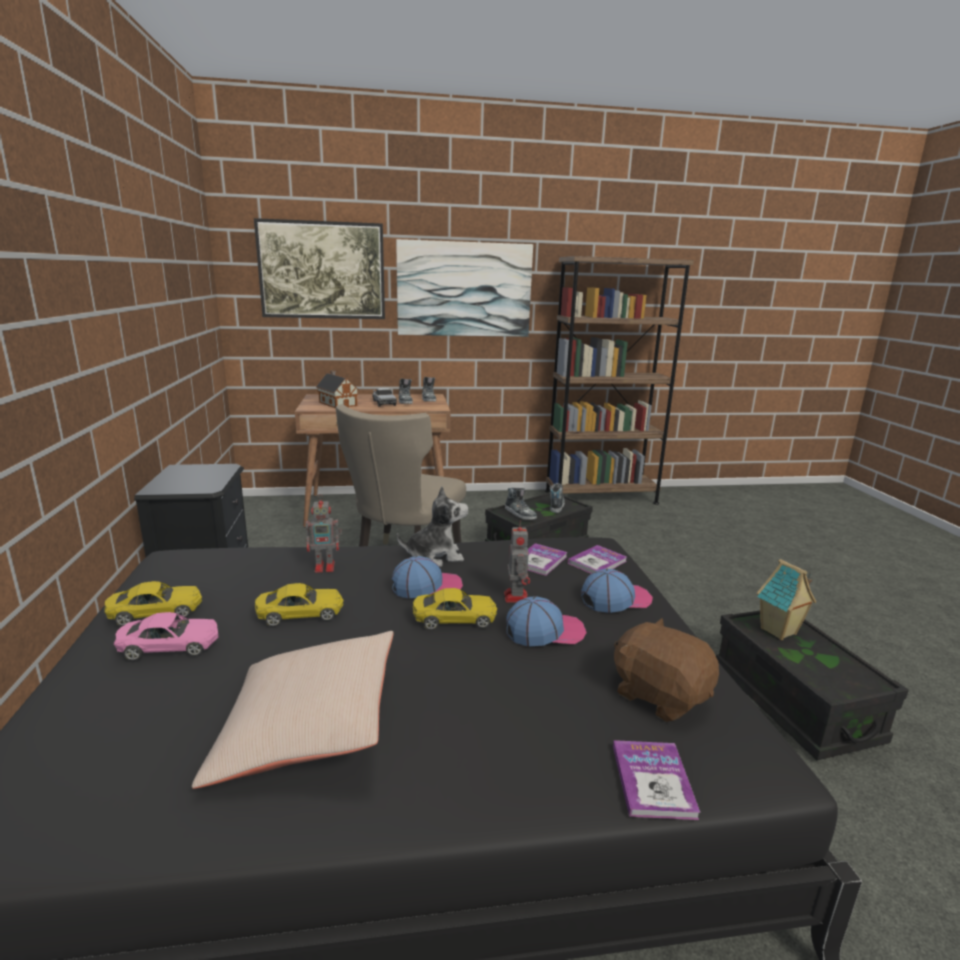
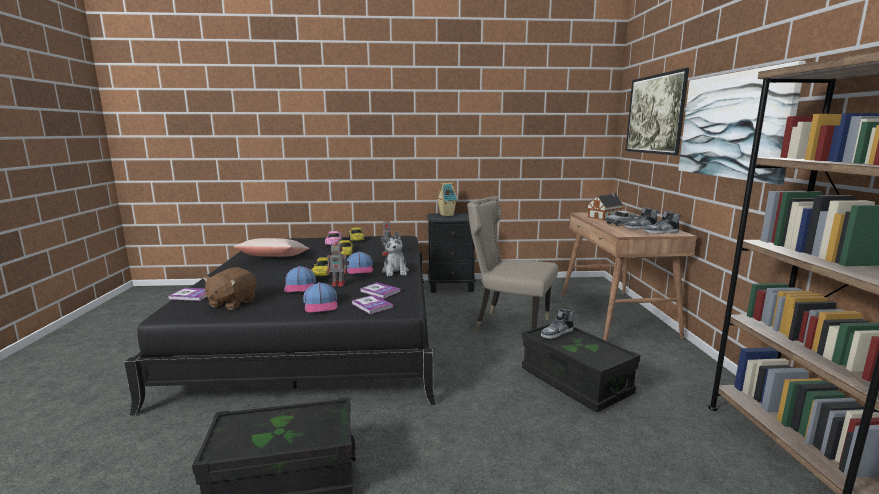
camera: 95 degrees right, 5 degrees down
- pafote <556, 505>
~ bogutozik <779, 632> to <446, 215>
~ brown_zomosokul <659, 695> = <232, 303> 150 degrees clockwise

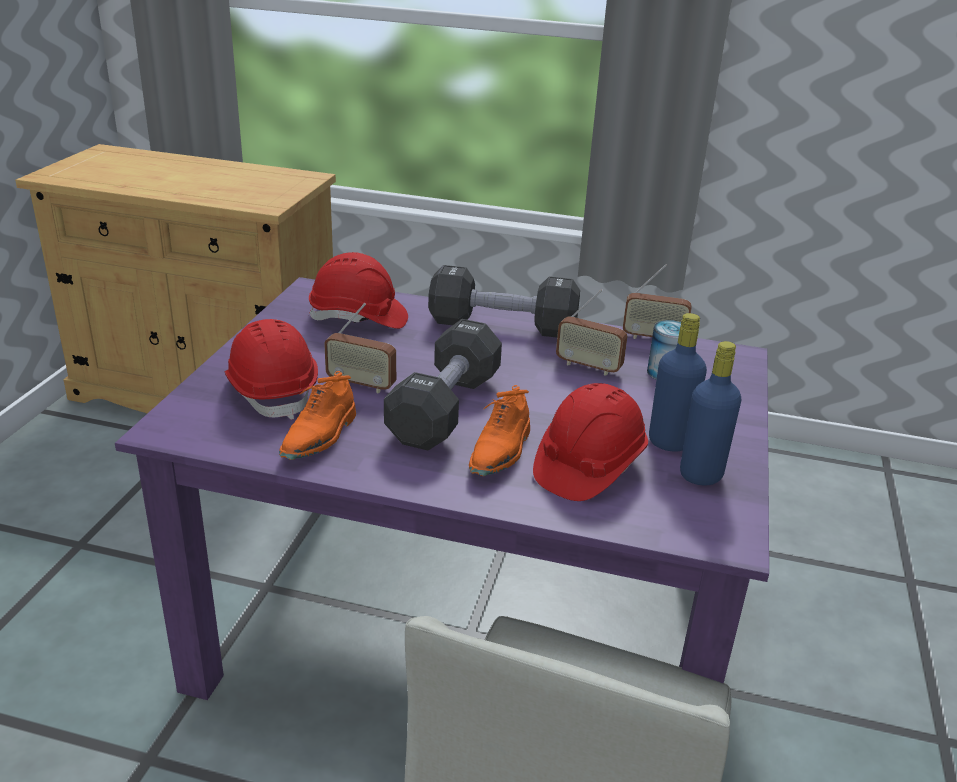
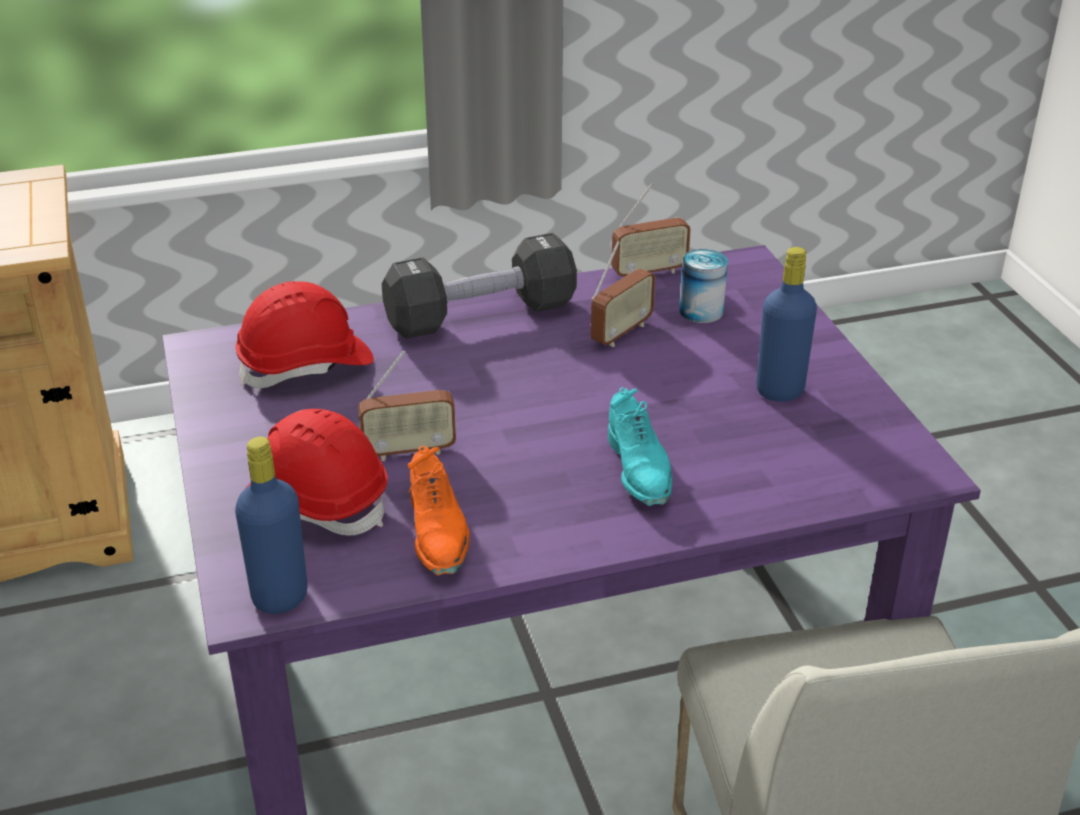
camera: 30 degrees left, 5 degrees up
~ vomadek <588, 366> = <621, 333> 45 degrees counterclockwise
- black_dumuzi <445, 408>
~ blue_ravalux <701, 475> to <280, 597>
- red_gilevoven <588, 466>
~ orange_pafote <500, 452> to turquoise_pafote <639, 470>

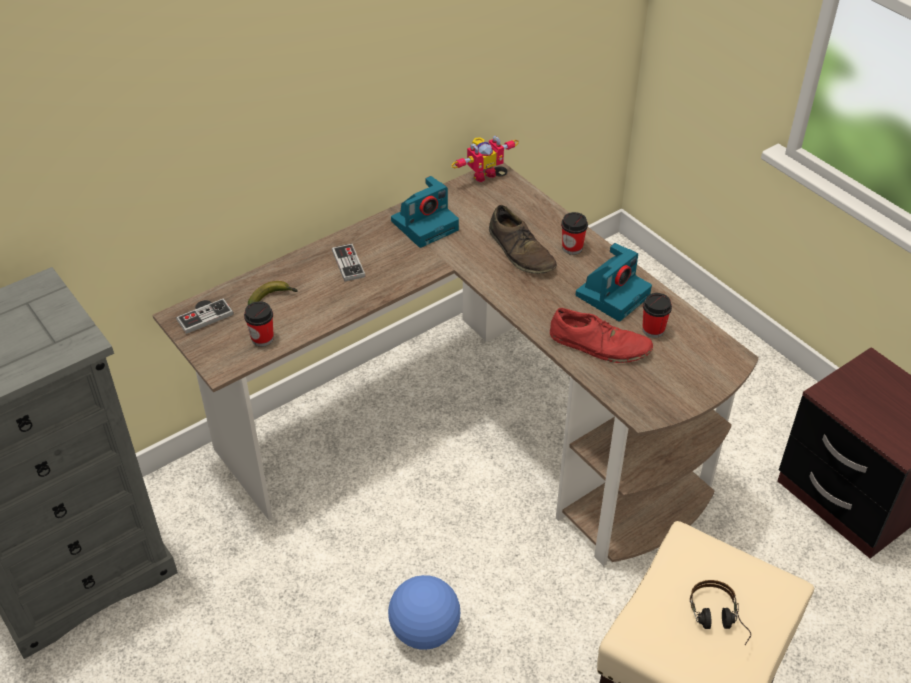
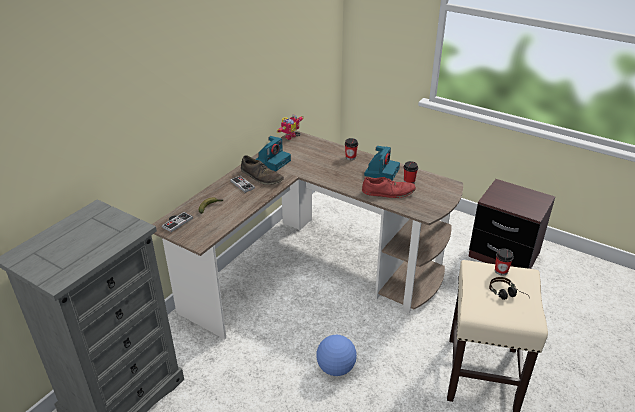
camera: 20 degrees left, 10 degrees down
~ brown_pafote <521, 252> to <261, 177>
~ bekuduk <262, 339> to <501, 271>

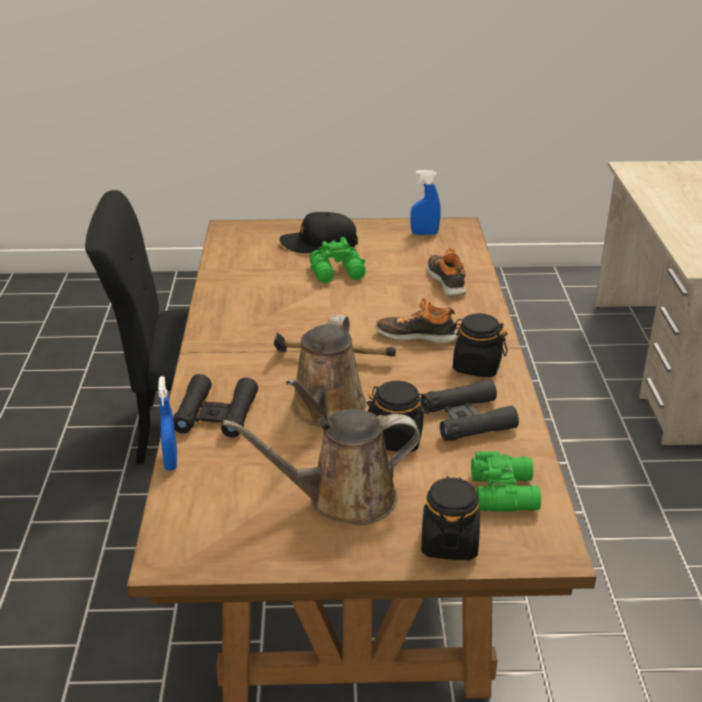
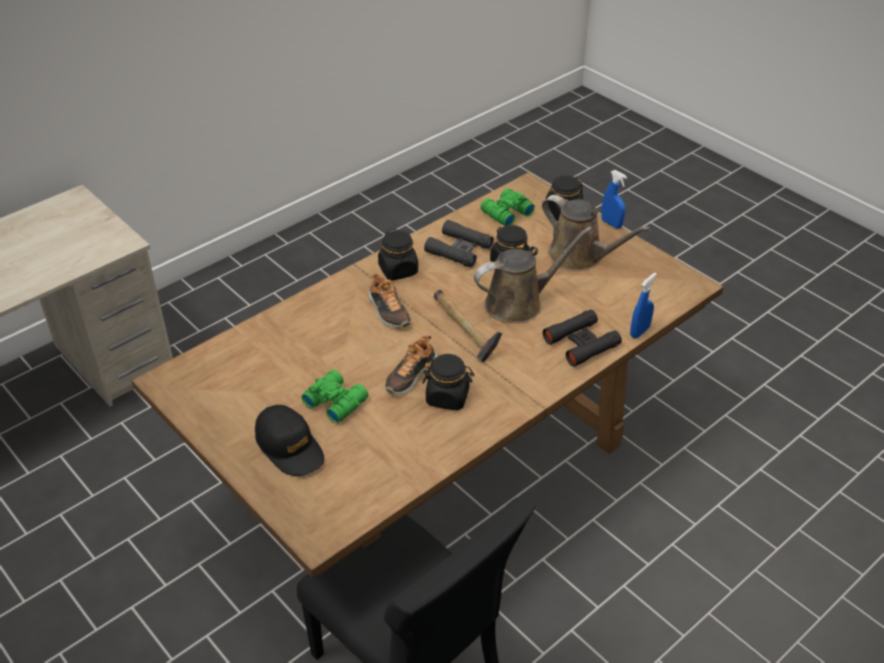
camera: 130 degrees left, 10 degrees up
~ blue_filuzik <424, 233> to <611, 224>
~ pafote <447, 281> to <410, 375>
+ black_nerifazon <448, 397>

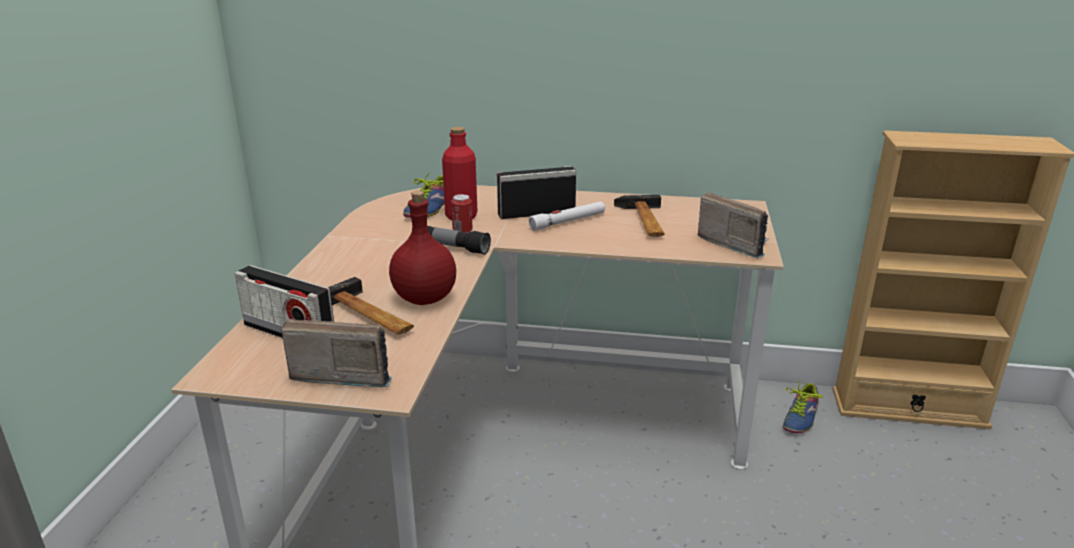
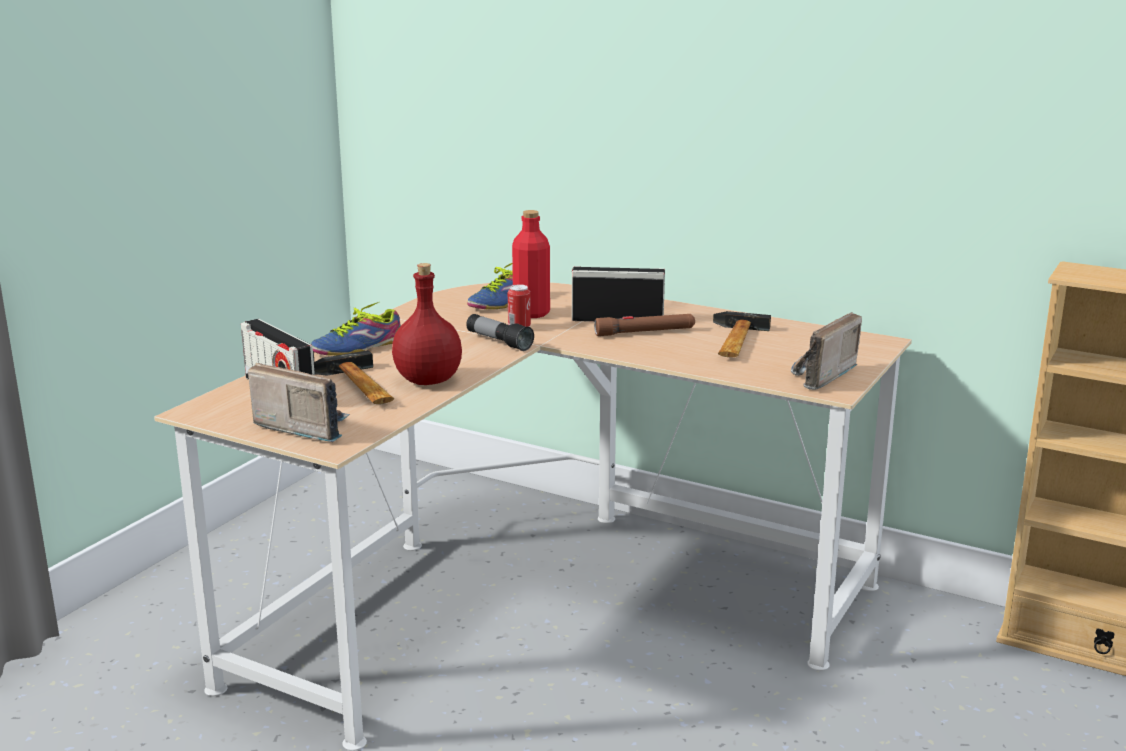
camera: 20 degrees right, 5 degrees down
~ vomadek <733, 243> = <817, 376> 120 degrees counterclockwise
~ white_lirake <568, 222> to brown_lirake <645, 332>
~ pafote <797, 417> to <355, 347>

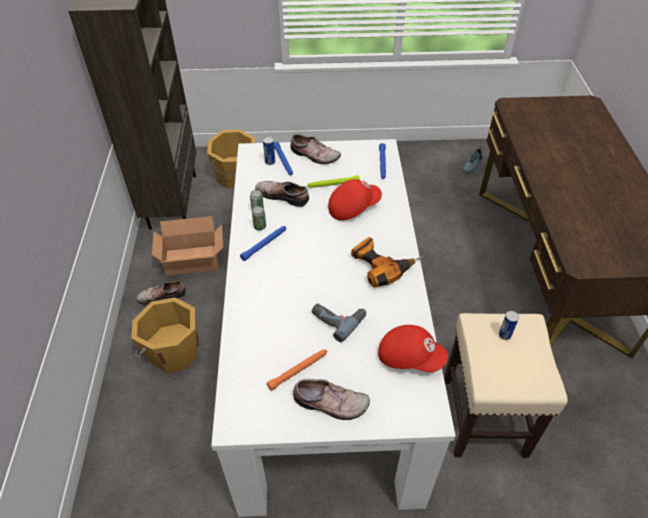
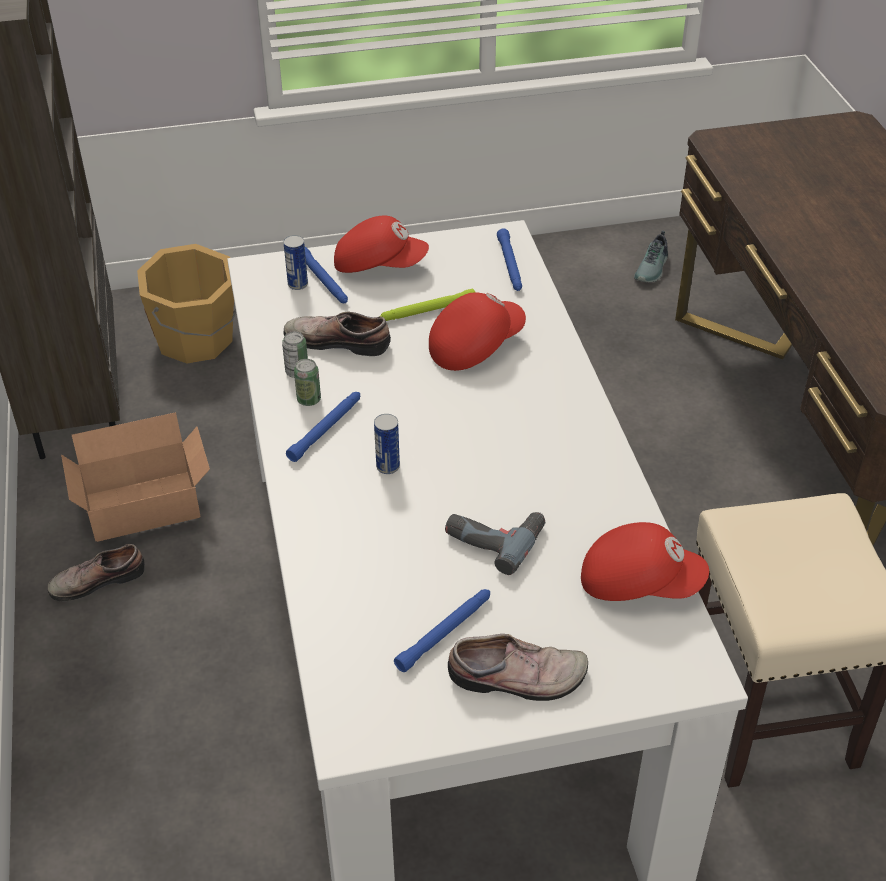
camera: 10 degrees left, 5 degrees down
~ pafote <314, 156> to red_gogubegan <379, 264>
- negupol <382, 264>
- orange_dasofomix <173, 351>
~ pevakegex <504, 335> to <388, 466>
~ orange_lirake <298, 370> to blue_lirake <445, 632>

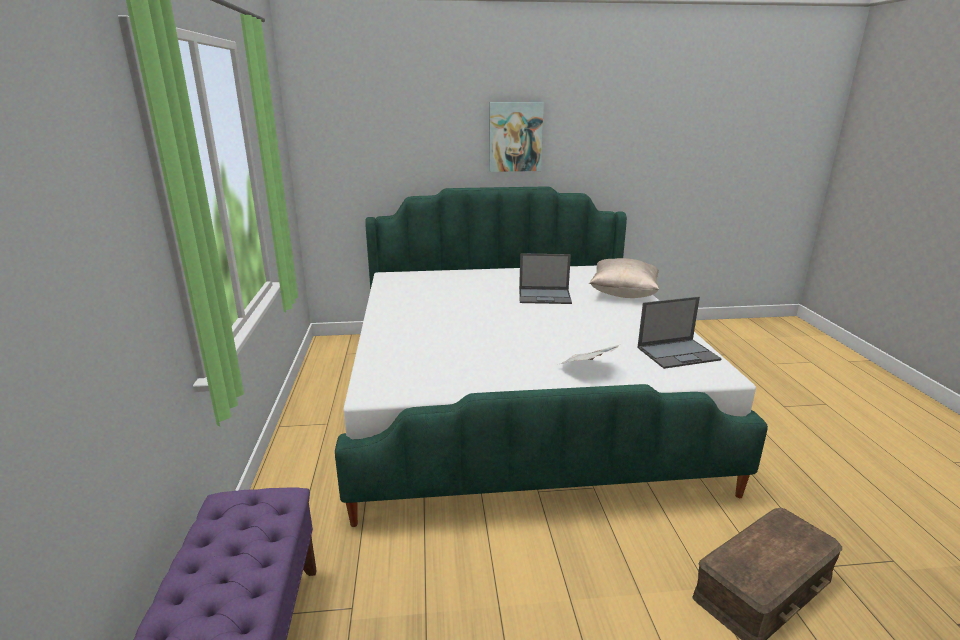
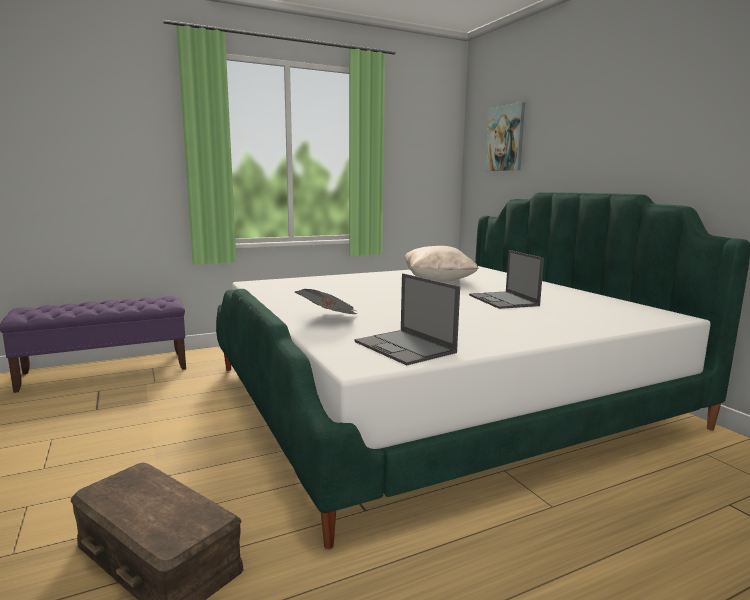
camera: 70 degrees right, 10 degrees down
~ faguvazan <515, 137> to <505, 138>
~ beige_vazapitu <623, 294> to <438, 280>

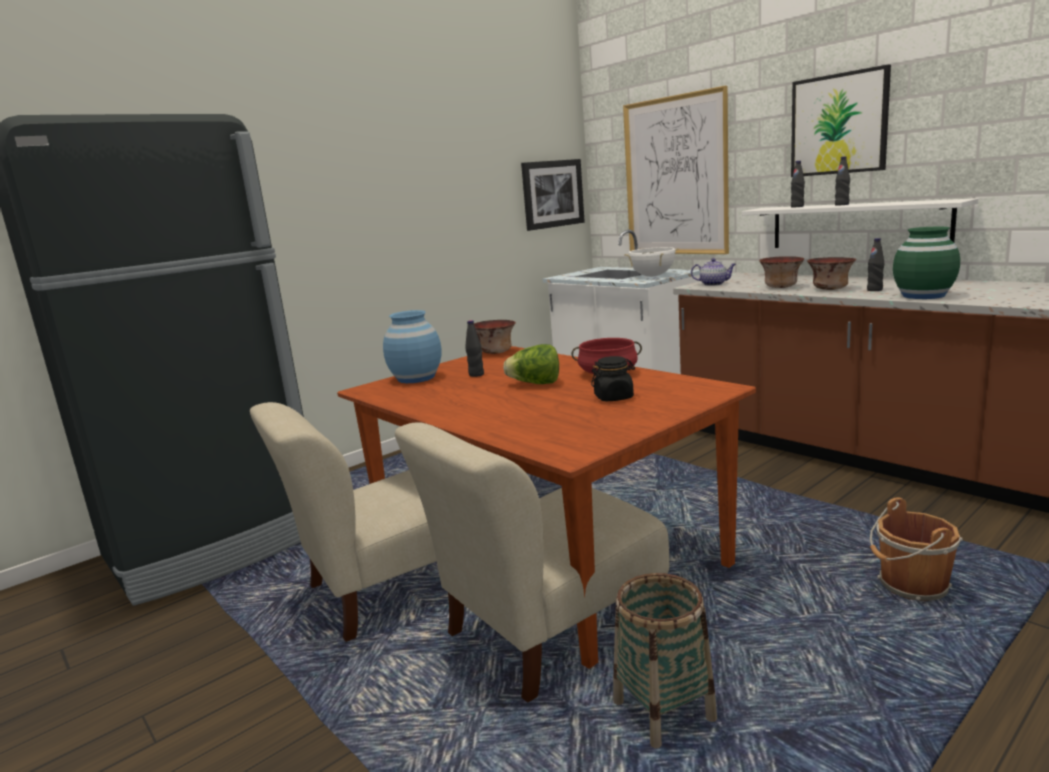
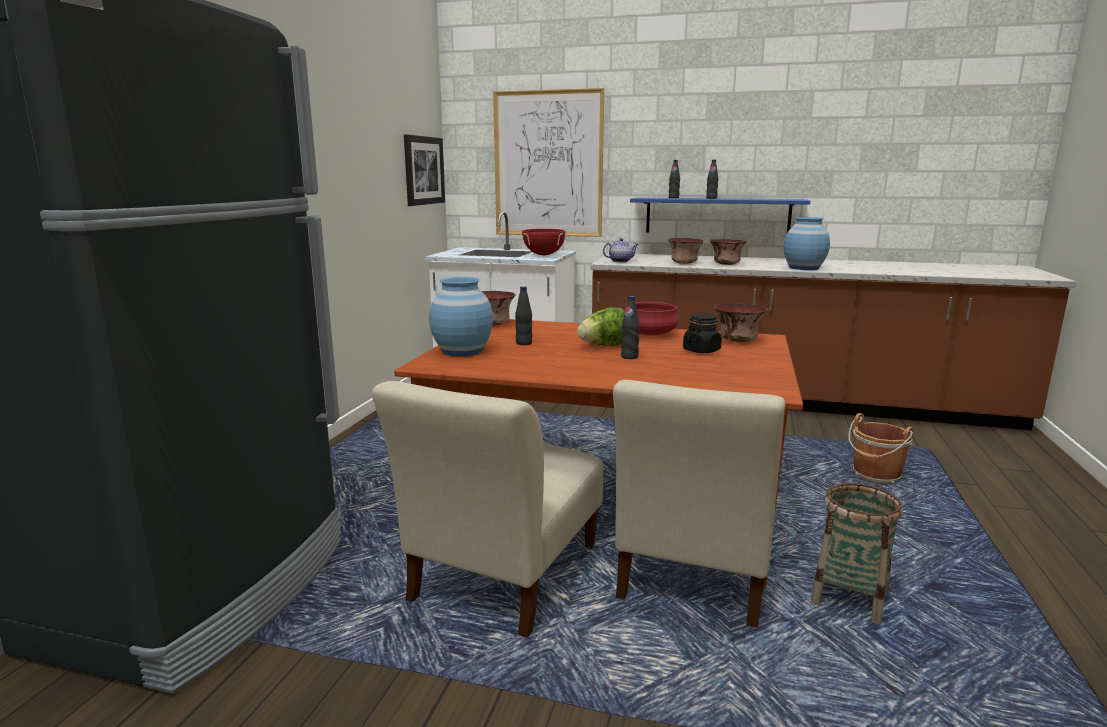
camera: 35 degrees left, 0 degrees up
- faguvazan <839, 124>
~ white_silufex <857, 225> to blue_silufex <717, 216>
~ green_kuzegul <924, 295> to blue_kuzegul <804, 268>
~ black_ravalux <874, 290> to <629, 357>
~ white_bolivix <652, 276> to red_bolivix <543, 255>
+ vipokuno <737, 340>

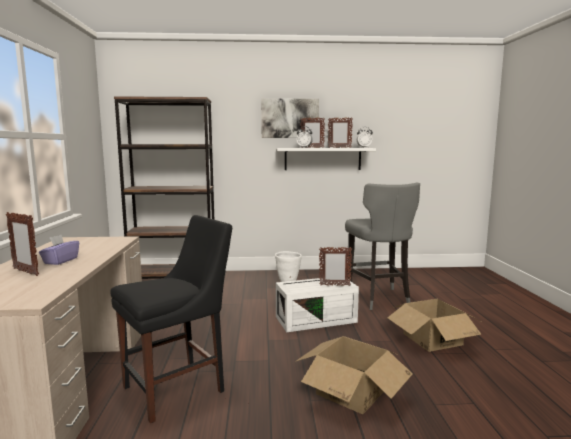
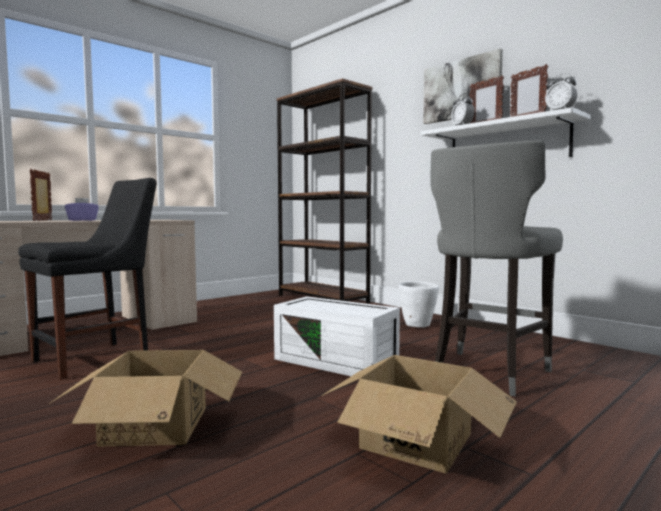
camera: 50 degrees right, 5 degrees down
~ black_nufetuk <178, 387> = <97, 358> 60 degrees counterclockwise
- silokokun <334, 285>

